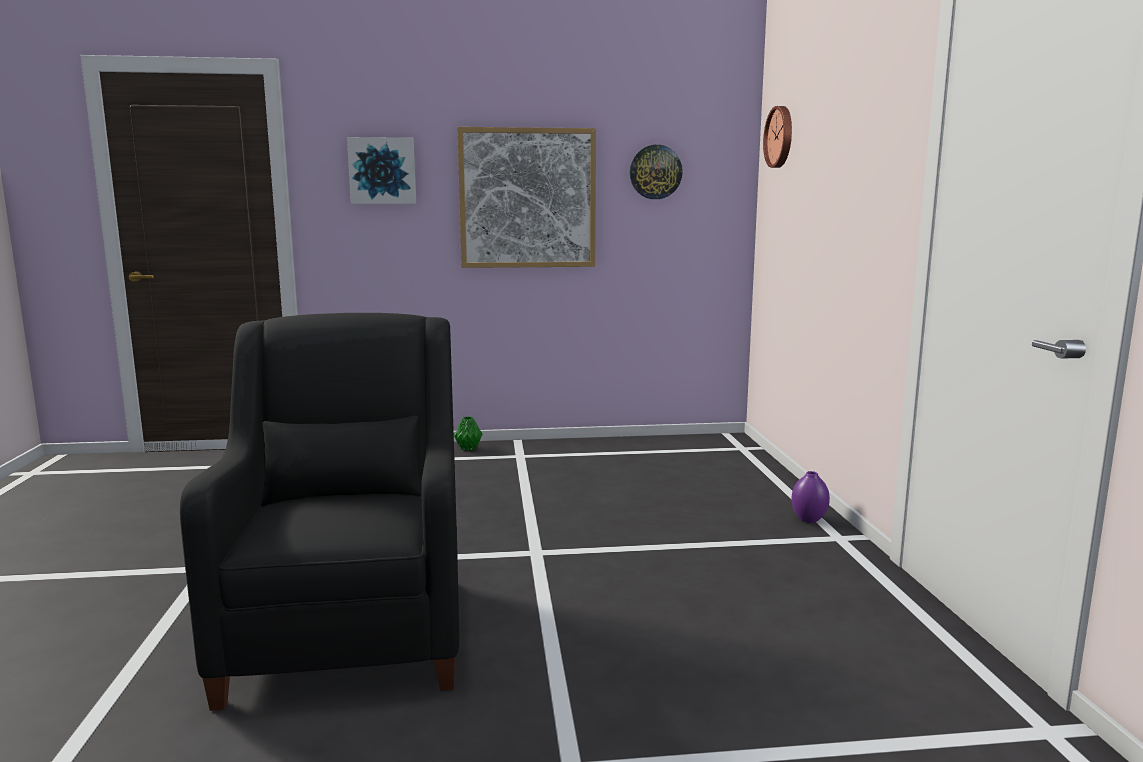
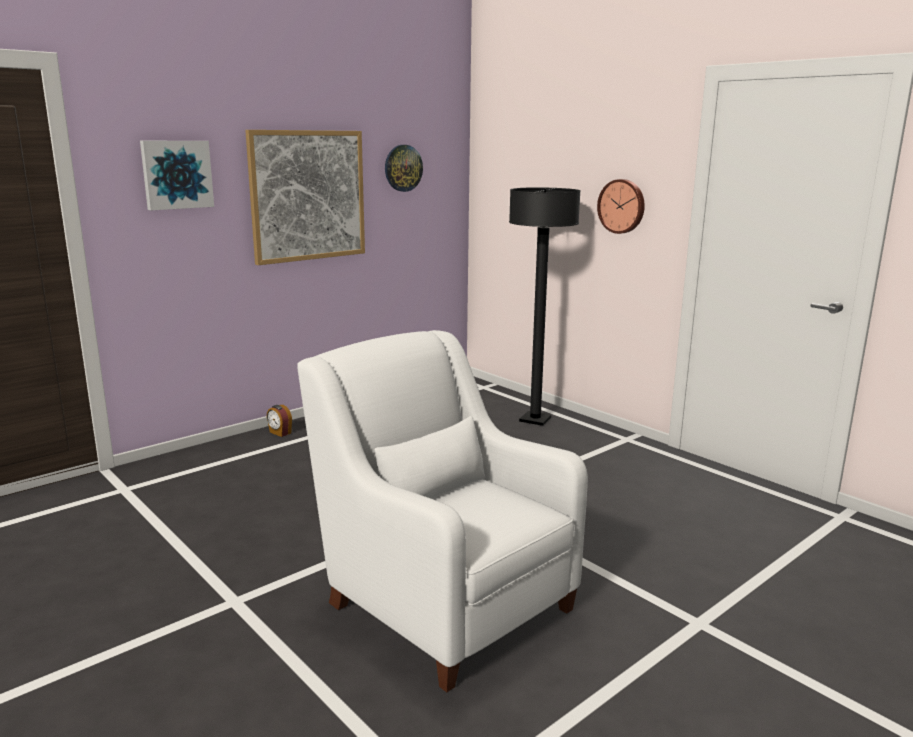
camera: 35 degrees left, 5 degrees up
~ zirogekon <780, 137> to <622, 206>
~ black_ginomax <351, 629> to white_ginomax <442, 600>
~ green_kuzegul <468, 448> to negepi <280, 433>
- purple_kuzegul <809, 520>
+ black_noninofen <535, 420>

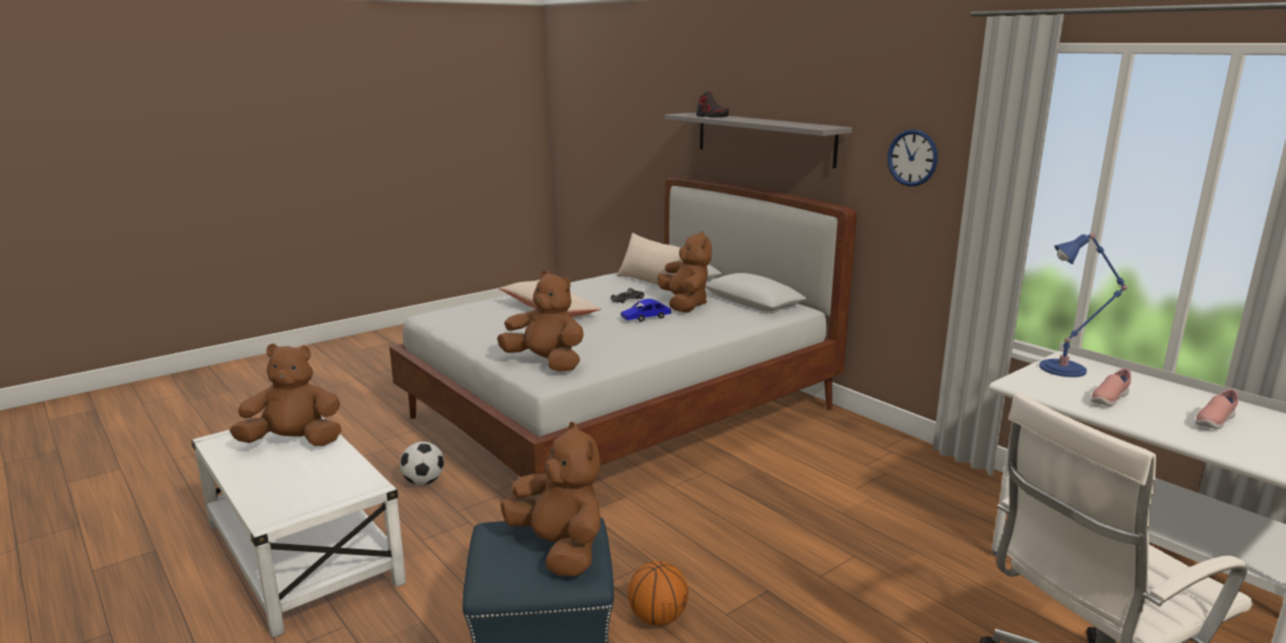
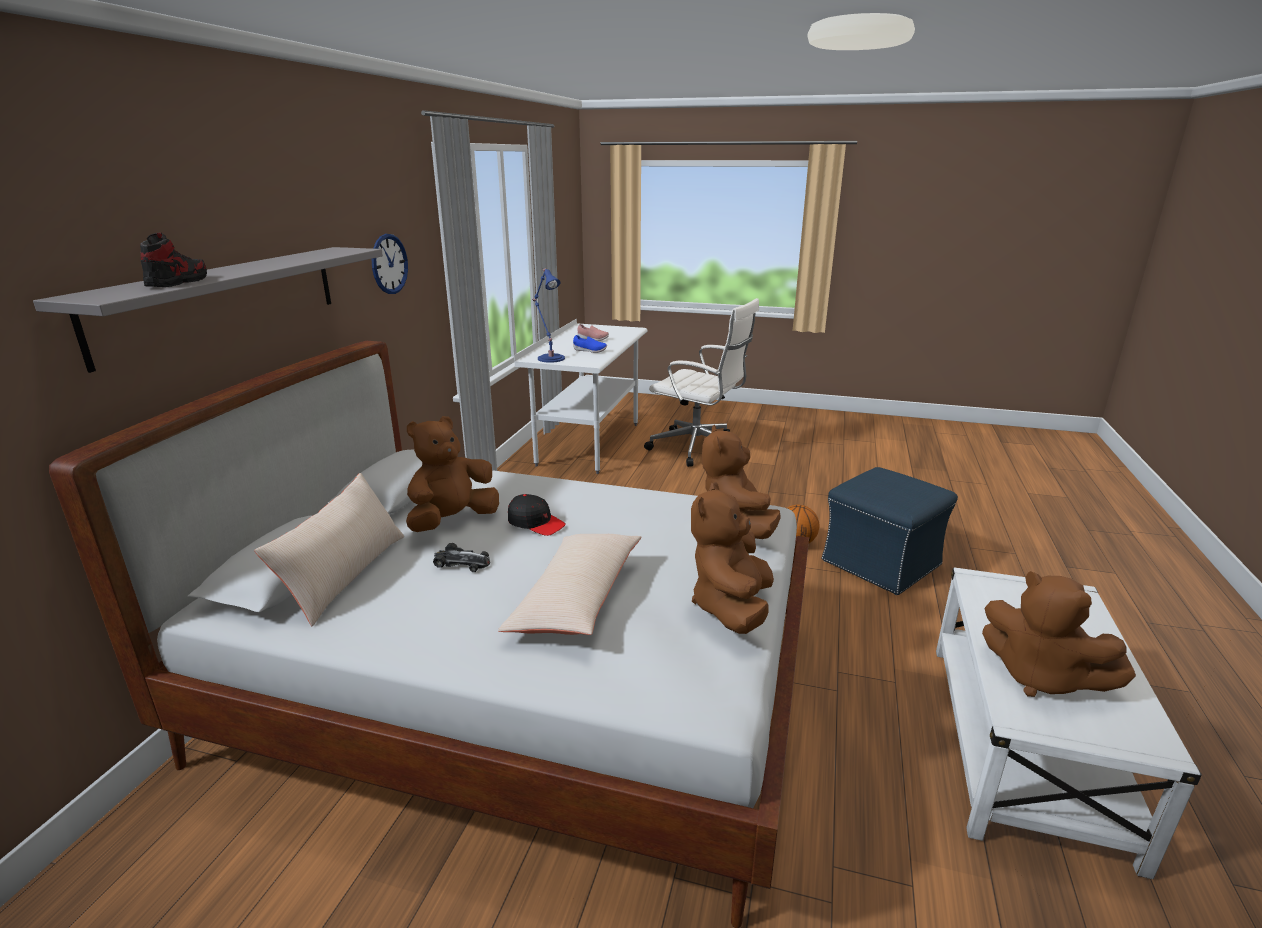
camera: 125 degrees left, 5 degrees up
~ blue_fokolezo <645, 318> to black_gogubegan <536, 523>
~ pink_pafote <1108, 400> to blue_pafote <590, 351>
~ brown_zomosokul <559, 549> to <731, 607>
- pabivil <424, 482>

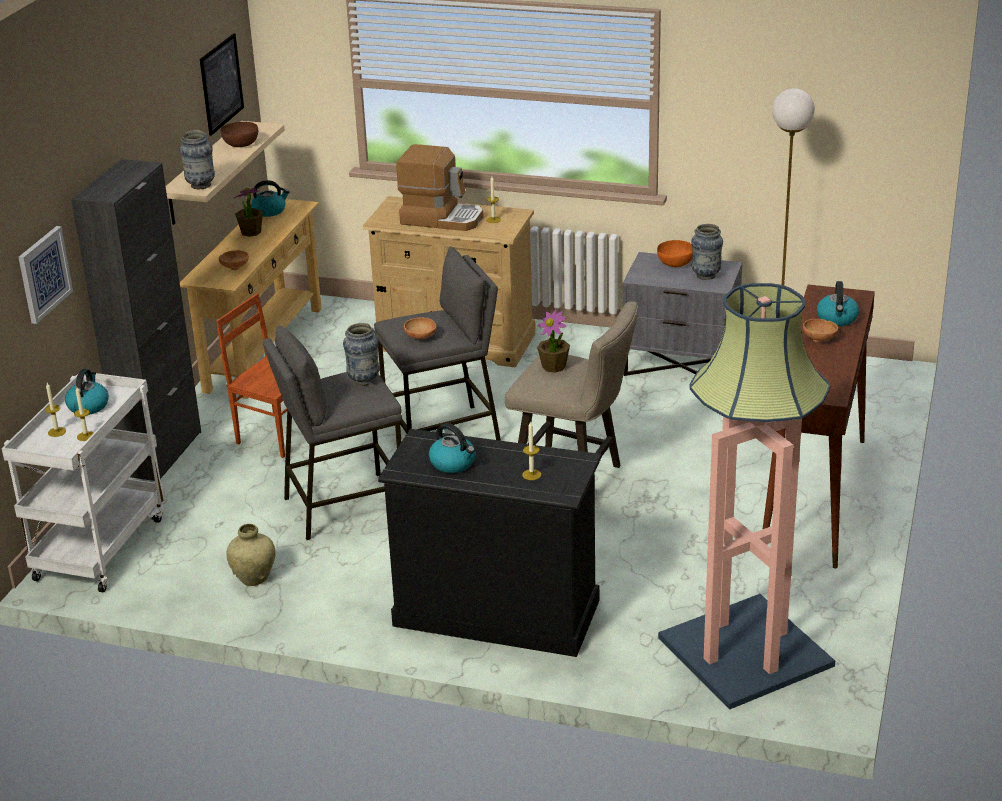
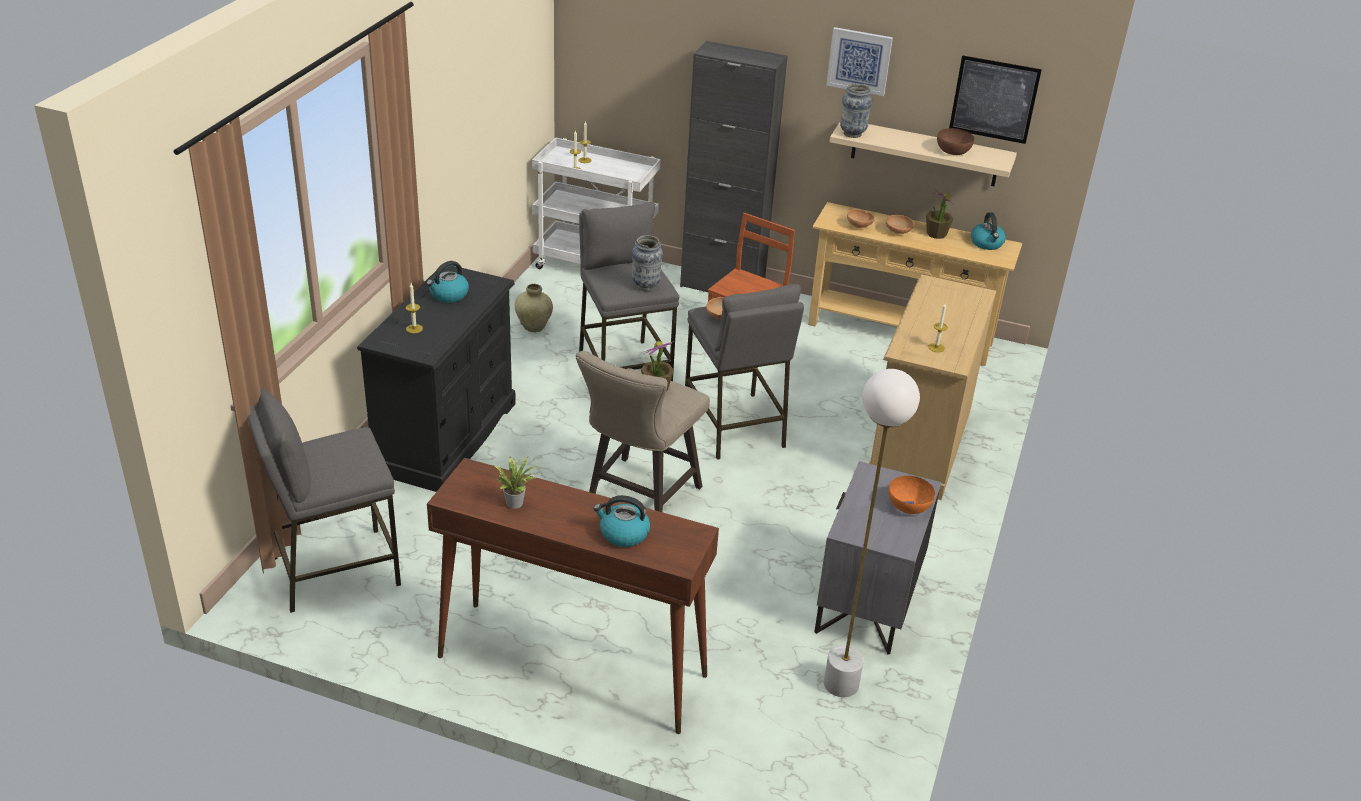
camera: 90 degrees right, 5 degrees up
- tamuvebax <442, 218>
- kuzegul <706, 275>
~ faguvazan <44, 274> to <859, 61>
~ noninofen <744, 652> to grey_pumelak <335, 570>
~ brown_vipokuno <820, 339> to <898, 232>
- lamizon <88, 406>
+ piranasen <516, 502>

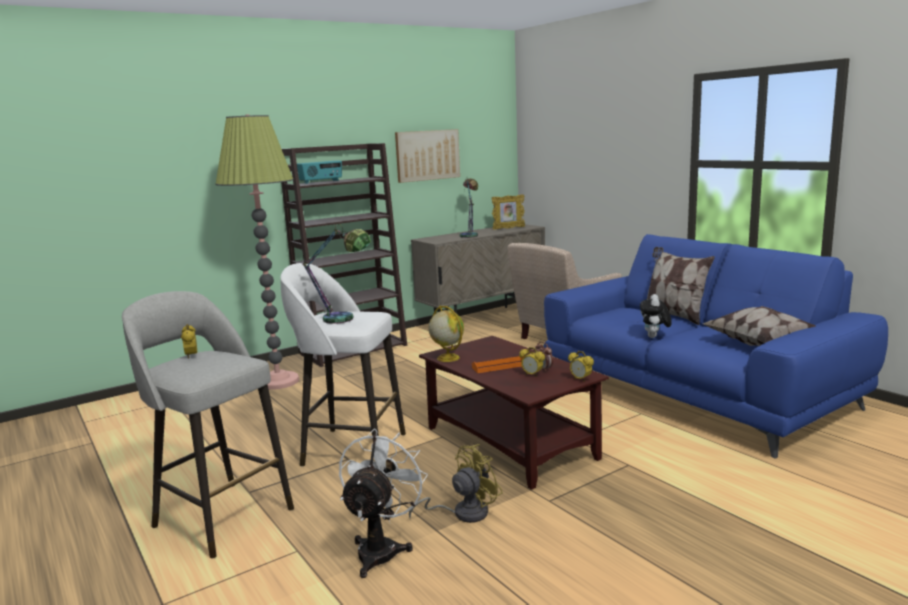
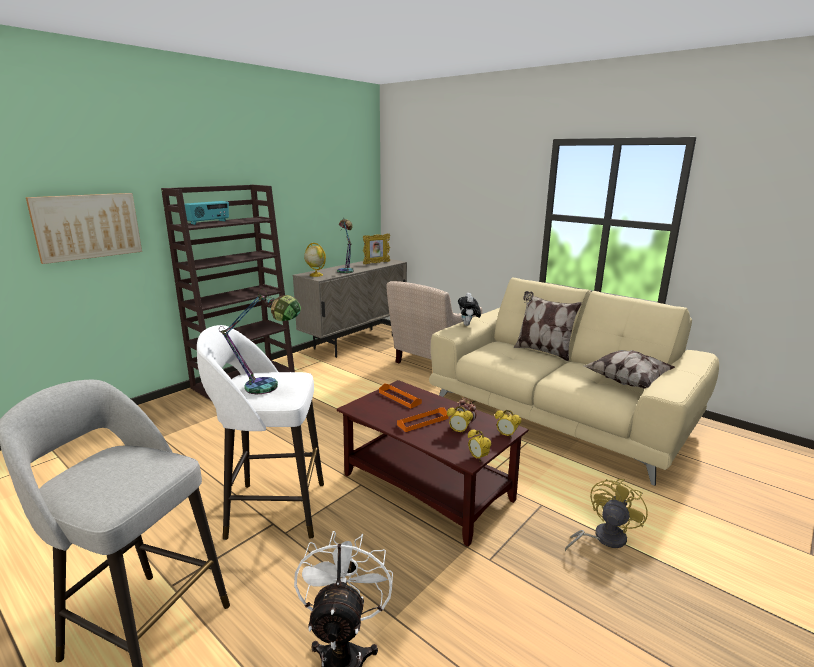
camera: 15 degrees left, 5 degrees up
- noninofen <278, 382>
~ faguvazan <427, 155> to <87, 226>
~ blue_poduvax <695, 390> to beige_poduvax <559, 414>
~ zomosokul <654, 337> to <468, 325>
~ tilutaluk <447, 358> to <315, 275>
~ negepi <191, 356> to <478, 458>
~ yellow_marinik <463, 513> to <603, 538>
+ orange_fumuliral <399, 398>

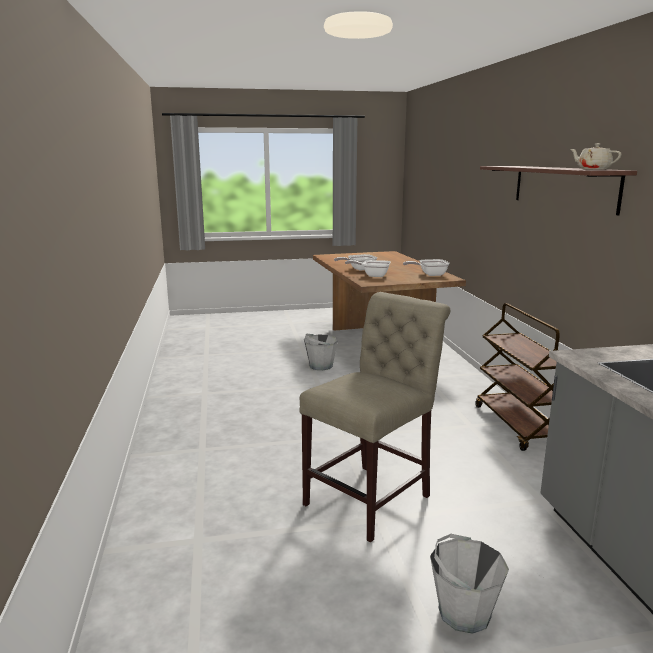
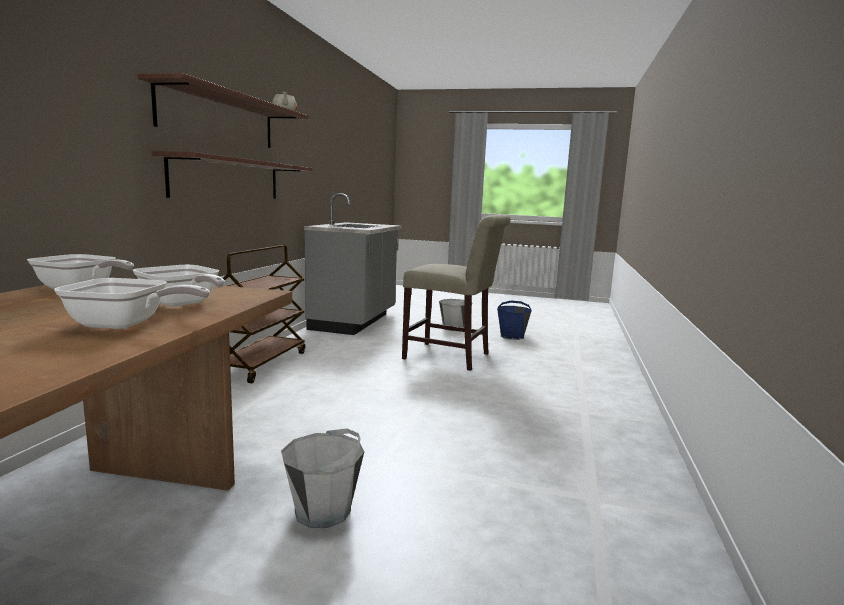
camera: 155 degrees left, 5 degrees down
~ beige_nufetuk <373, 497> = <451, 357> 135 degrees counterclockwise
+ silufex <228, 179>
+ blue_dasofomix <512, 336>

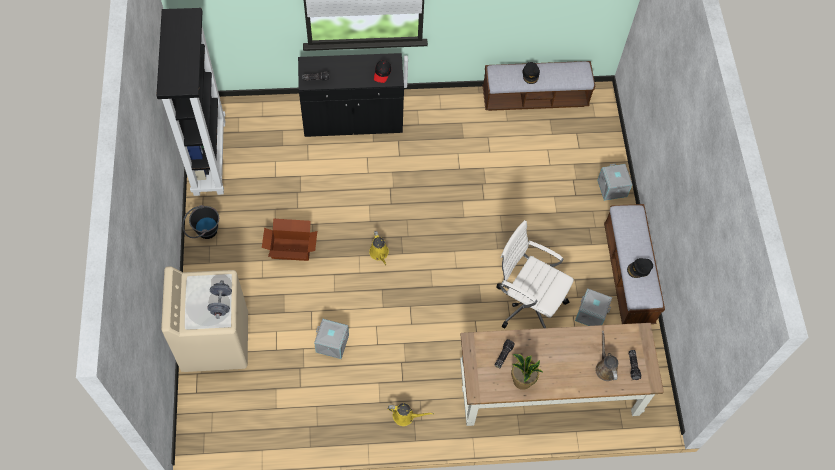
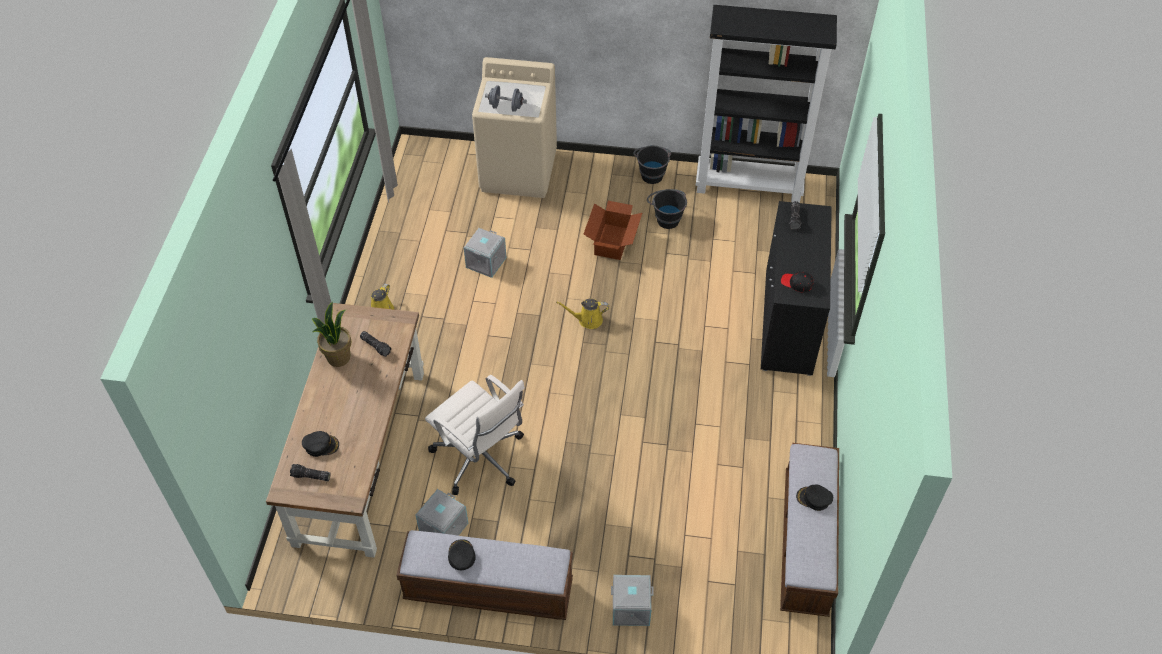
camera: 105 degrees right, 10 degrees down
~ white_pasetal <527, 303> = <480, 458> 90 degrees clockwise
~ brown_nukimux <605, 368> to black_gogubegan <321, 445>
+ black_dasofomix <666, 217>

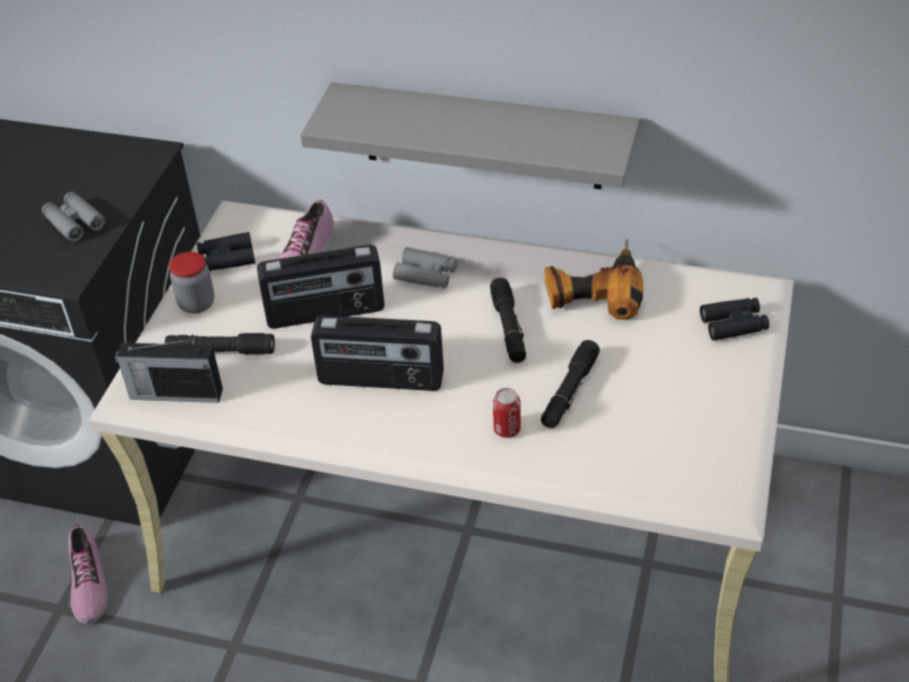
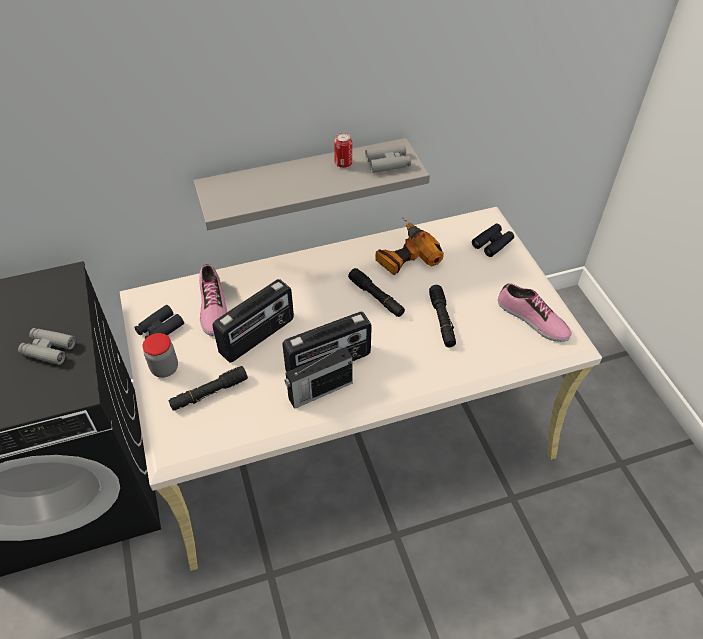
camera: 35 degrees left, 5 degrees up
~ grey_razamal <426, 274> to <388, 163>
~ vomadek <174, 393> to <319, 391>
~ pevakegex <507, 429> to <343, 163>
~ pafote <87, 582> to <532, 320>

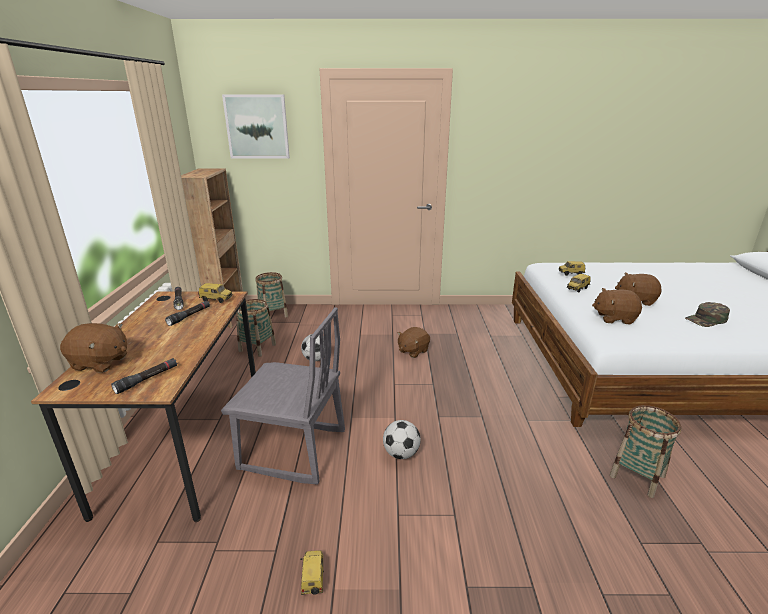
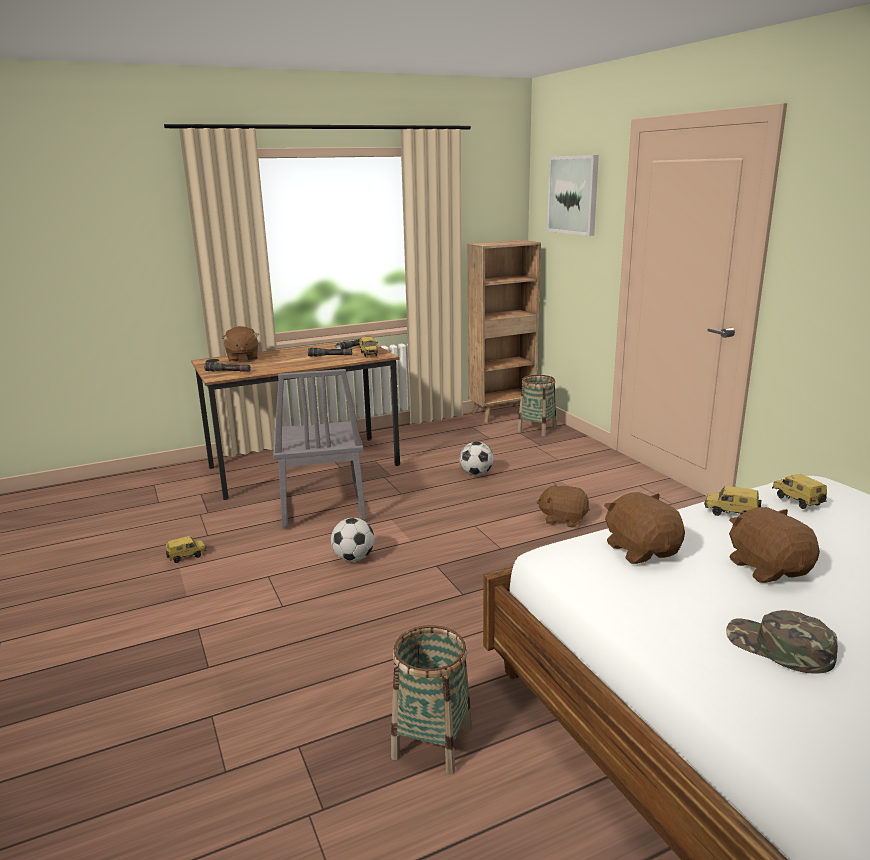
camera: 65 degrees right, 5 degrees down
- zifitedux <257, 347>

